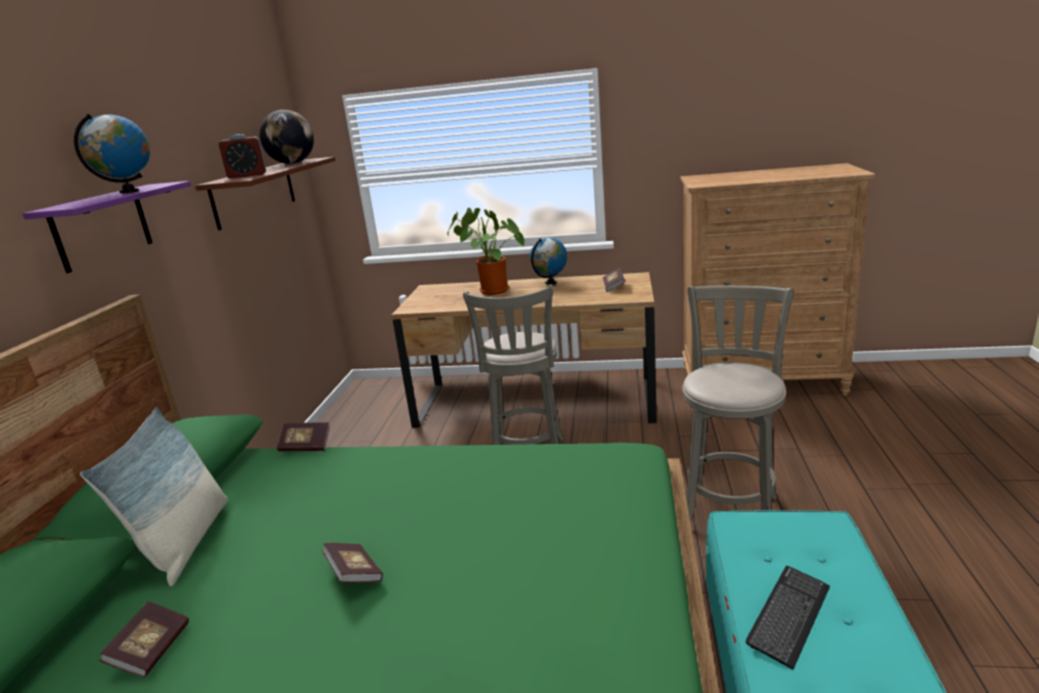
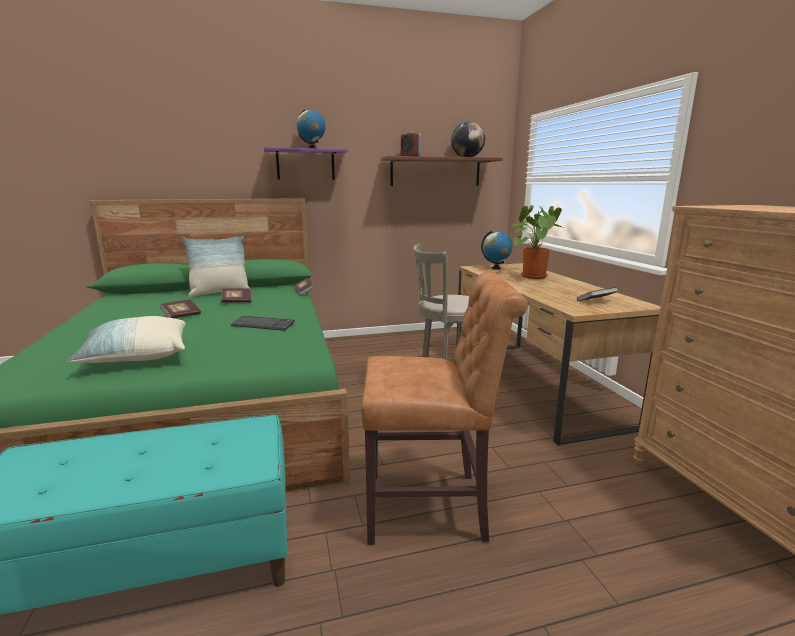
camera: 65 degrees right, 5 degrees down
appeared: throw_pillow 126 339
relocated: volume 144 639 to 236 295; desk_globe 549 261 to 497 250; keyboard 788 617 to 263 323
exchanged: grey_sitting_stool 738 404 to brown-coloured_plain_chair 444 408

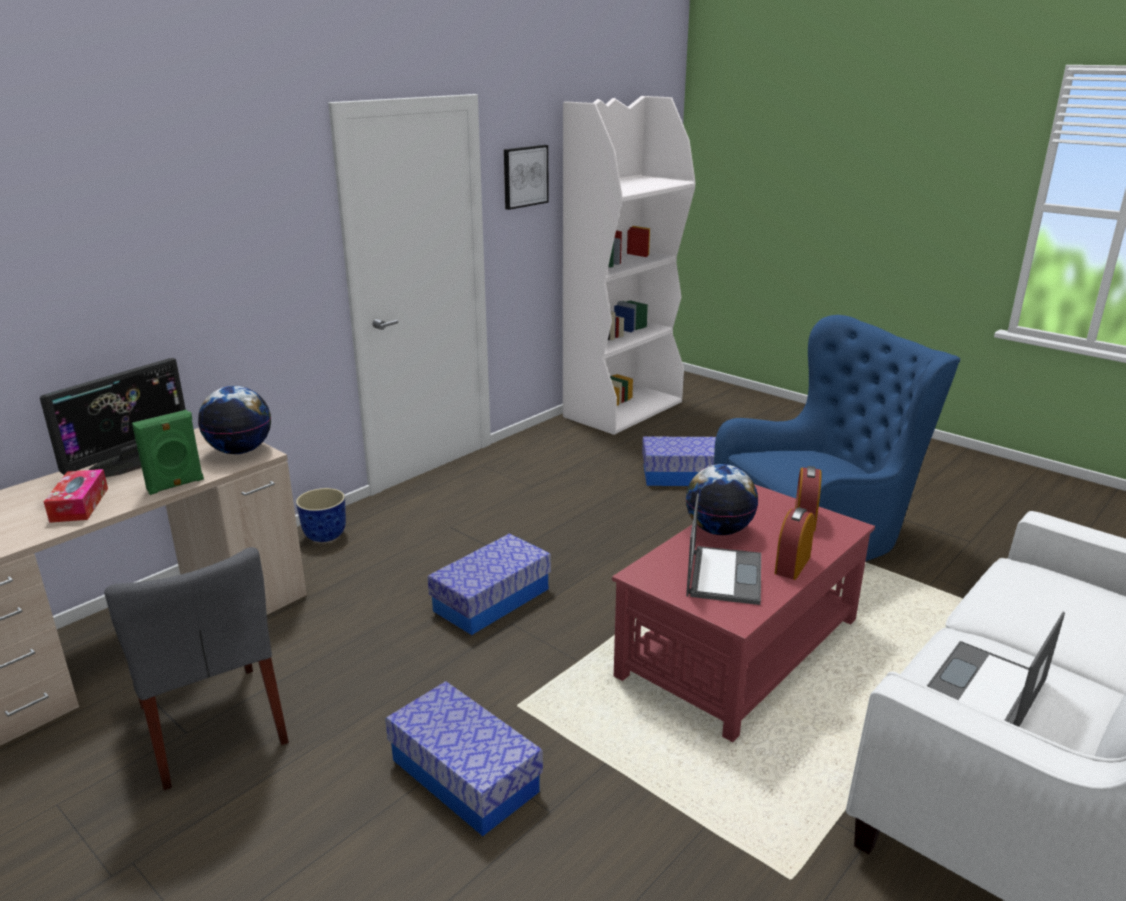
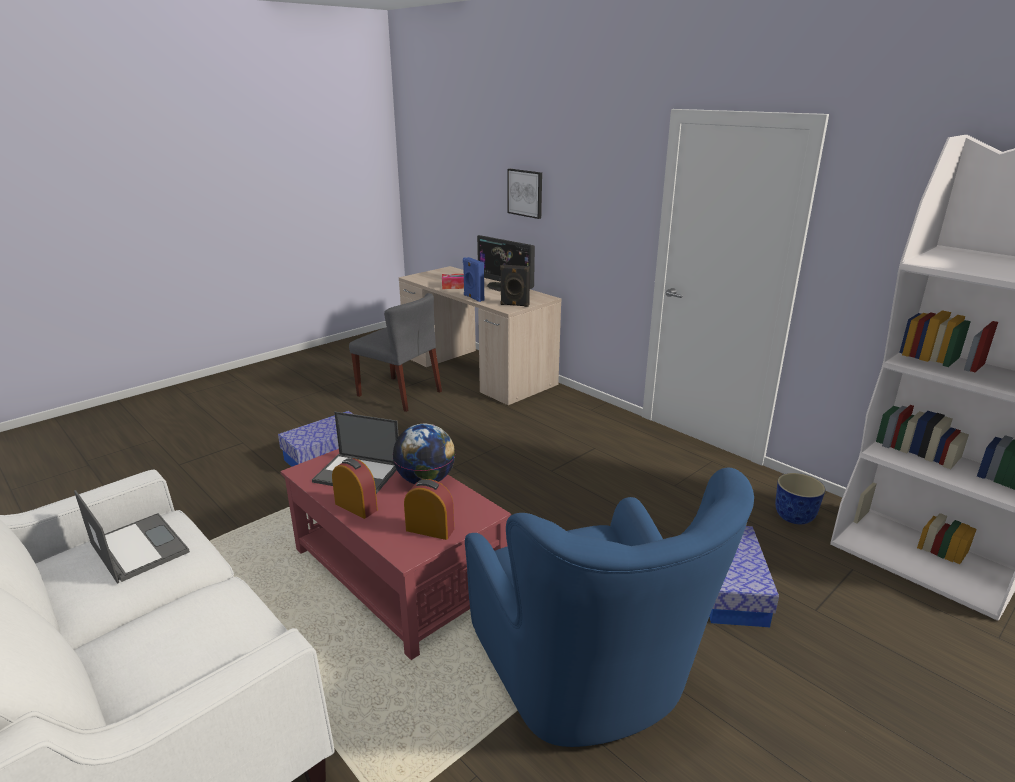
camera: 95 degrees right, 0 degrees up
missing: storage_container 489 584
relocated: flower_pot 321 515 to 800 498; picture 526 177 to 524 194
exchanged: desk_globe 234 420 to blackish_speaker 515 286
colour: green_speaker 168 452 to blue-coloured_speaker 473 279
spun: grey_plain_chair 196 669 = 395 352 120 degrees counterclockwise

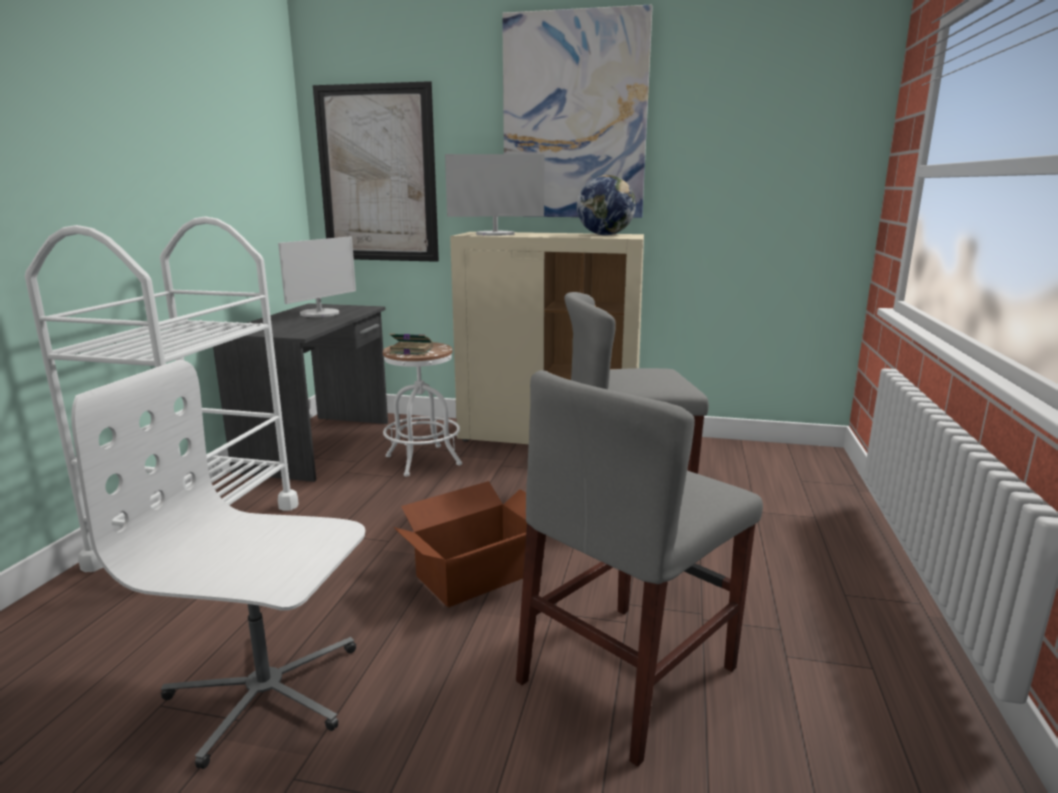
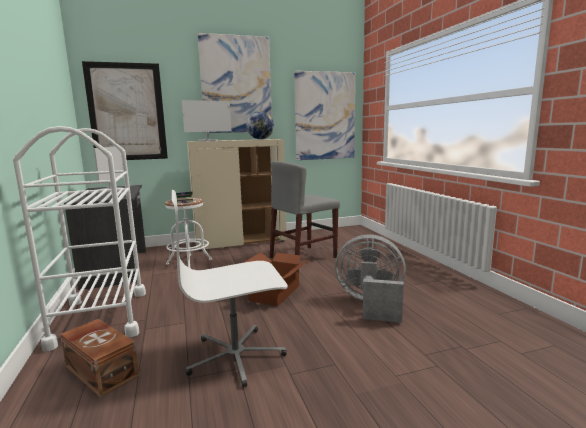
camera: 30 degrees left, 5 degrees down
appeared: brown-coloured_storage_container 99 358; picture 324 115
exchanged: grey_plain_chair 639 568 to grey_fan 370 278

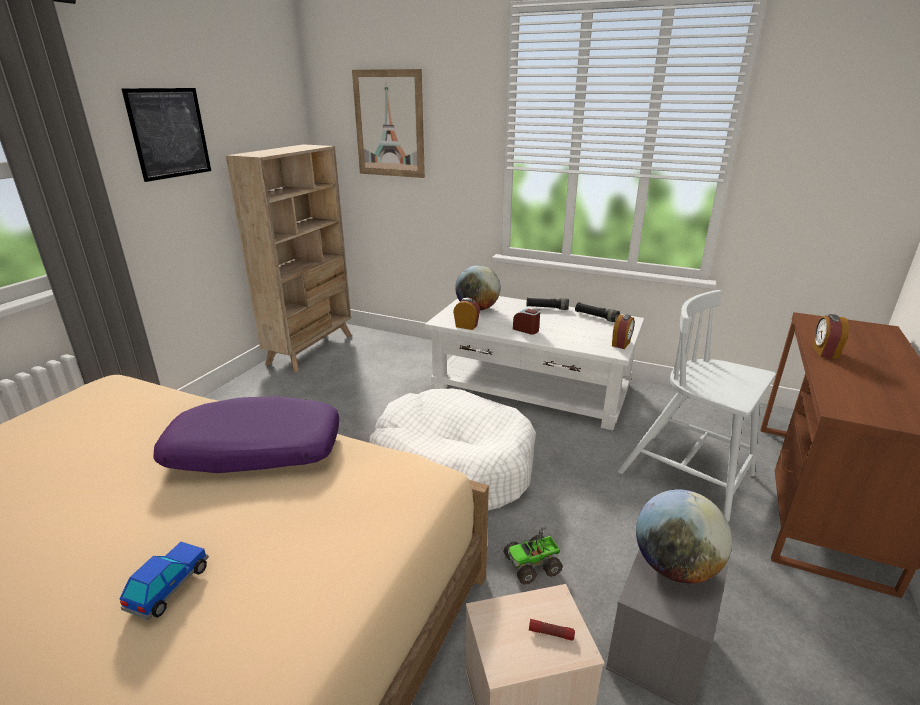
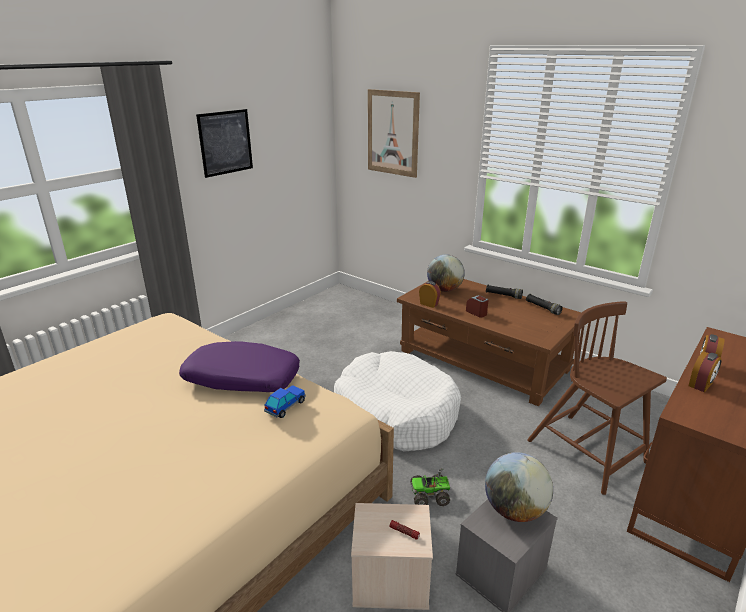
camera: 15 degrees right, 0 degrees up
missing: sand-coloured_shelving_unit 289 258
relocated: miniature_car 164 581 to 285 401; bedside_clock 623 332 to 705 372
colour: whitish_lounge_table 535 363 to brown-coloured_lounge_table 489 342; whitish_plain_chair 697 406 to brown-coloured_plain_chair 597 398

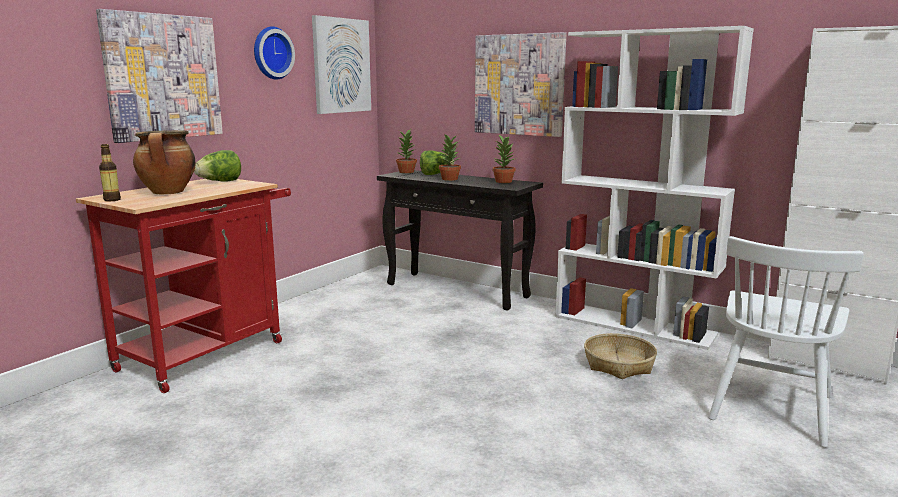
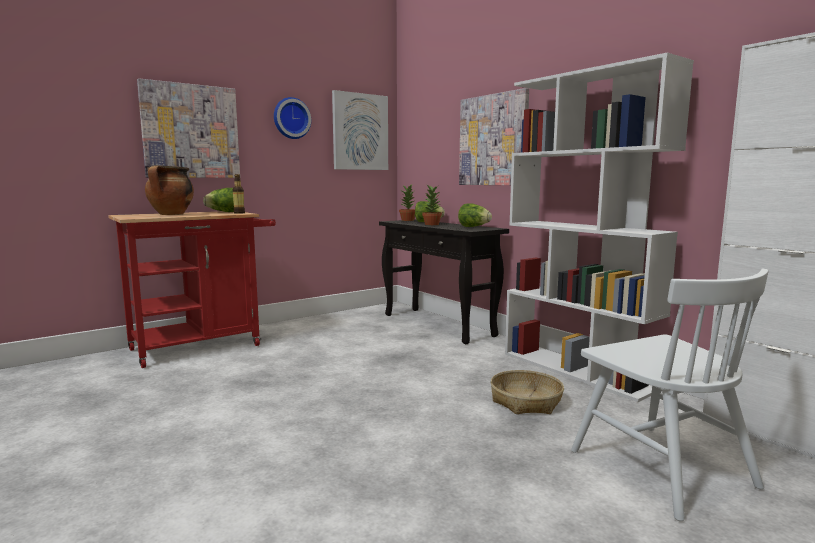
camera: 20 degrees right, 5 degrees down
relocated: beverage_bottle 110 172 to 239 194
exchanged: potted_plant 505 159 to lettuce 475 215
spun: whitish_plain_chair 786 342 = 669 395 75 degrees counterclockwise

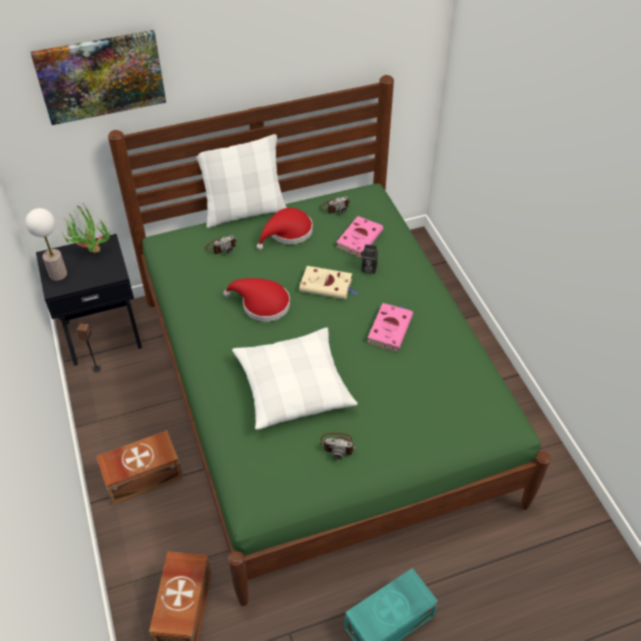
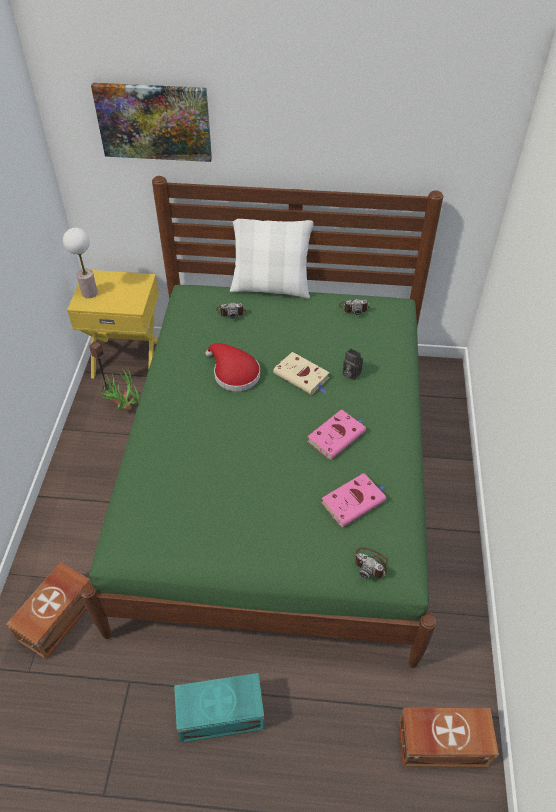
camera: 25 degrees right, 0 degrees up
missing: whitish_throw_pillow 295 378; red_wearable_hat 285 229
relocated: potted_plant 86 229 to 118 388; brown-coloured_storage_container 139 467 to 448 737; still_camera 338 446 to 370 563; pink_volume 359 236 to 353 500
colour: blackish_bedside_table 89 300 to yellowish_bedside_table 113 324

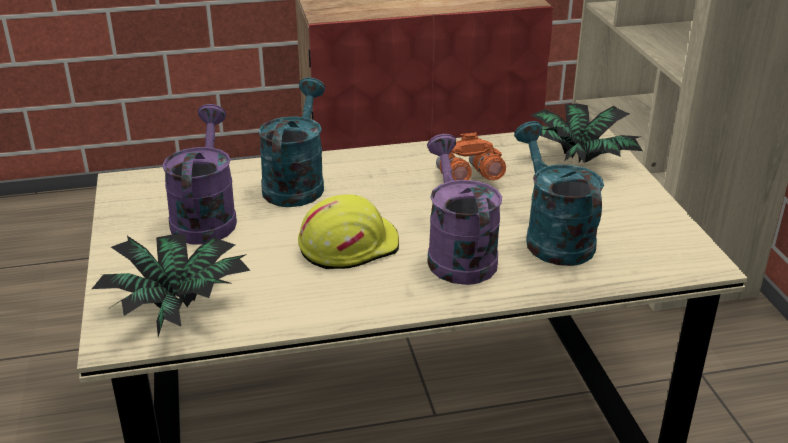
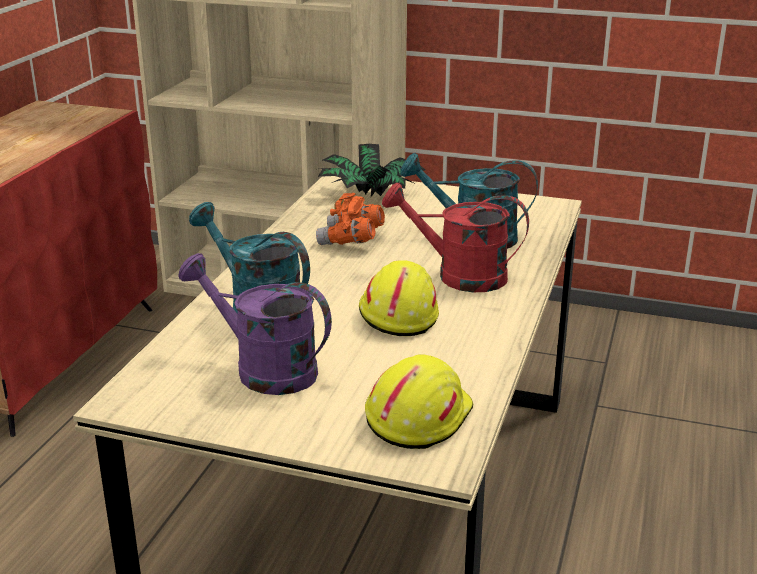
camera: 60 degrees left, 5 degrees down
exchanged: potted_plant 171 285 to yellowish_work_helmet 419 401
colour: purplish_watering_can 464 209 to red_watering_can 455 237

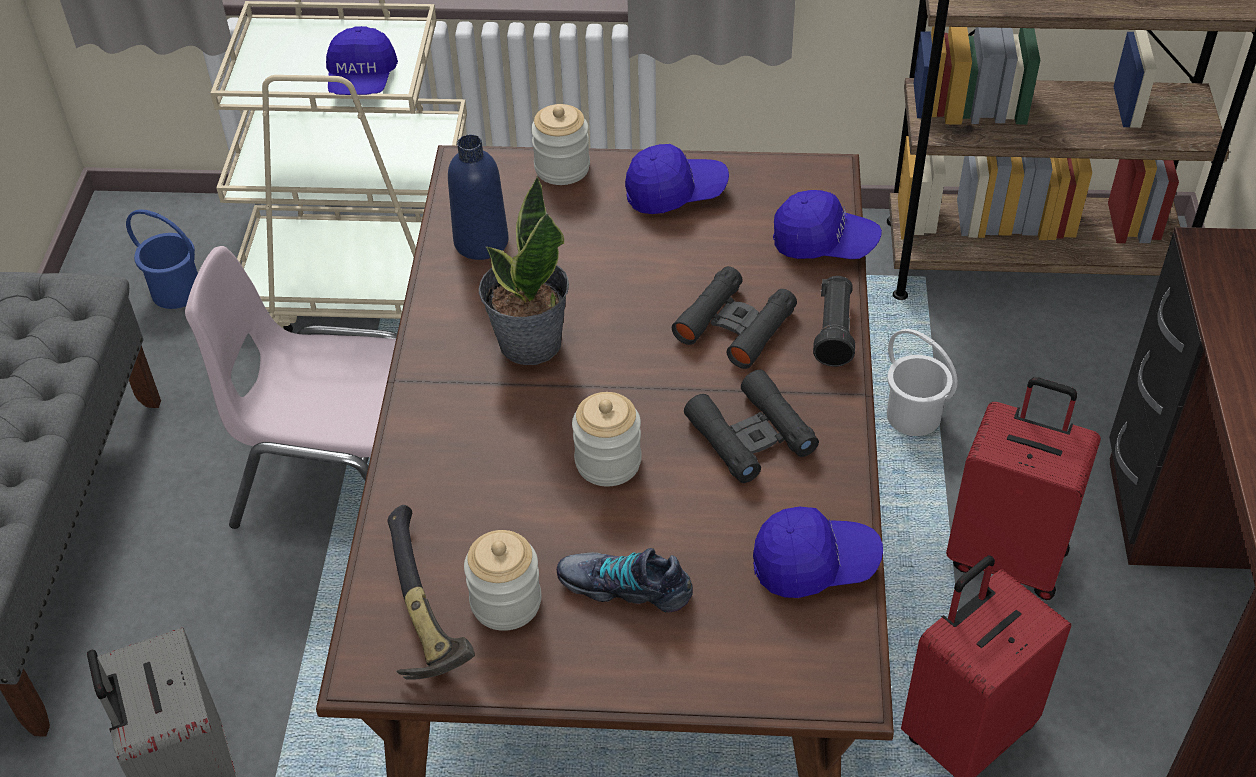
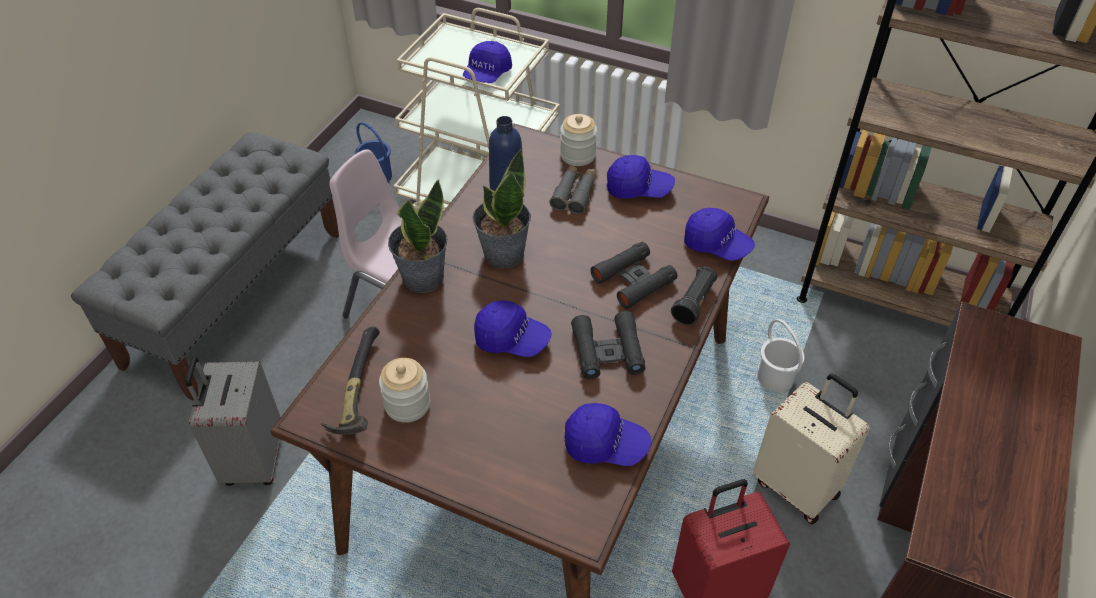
camera: 20 degrees right, 0 degrees up
missing: item_of_footwear 625 580
appeared: potted_plant 417 236; grey_field_glasses 572 189
exchanged: jar 606 439 to blue-coloured_baseball_cap 512 328
colour: red_suitcase 1023 488 to sand-coloured_suitcase 811 449

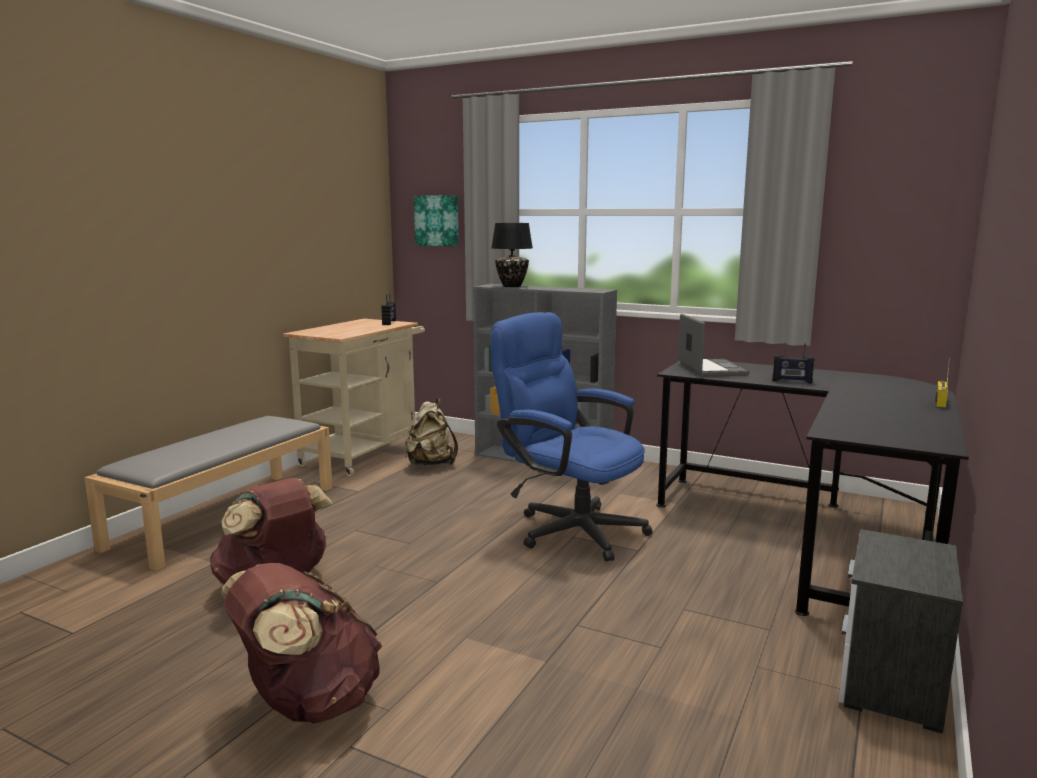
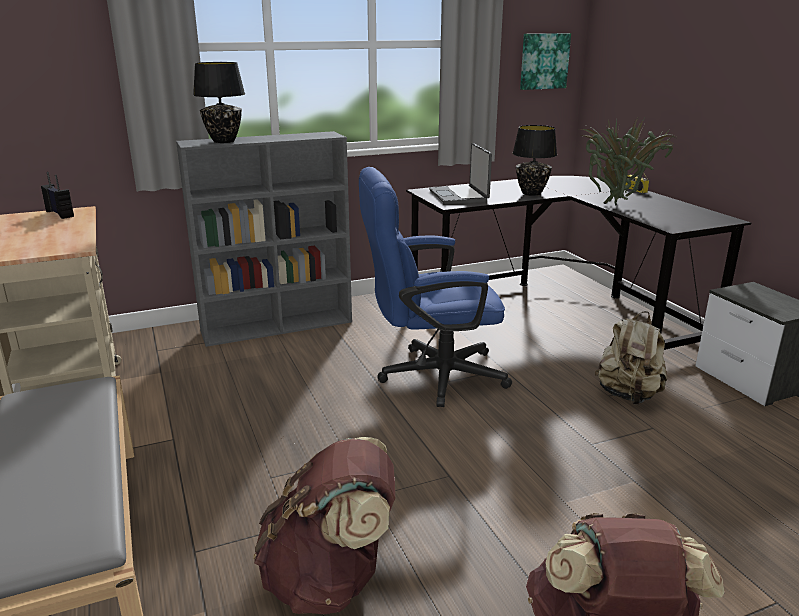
camera: 50 degrees left, 10 degrees up
appeared: potted_plant 628 160
relocated: sand-coloured_rucksack 431 431 to 631 357; picture 436 220 to 545 61
exchanged: radio 793 363 to blackish_table_lamp 534 160
spun: notebook_computer 714 345 = 460 174 135 degrees counterclockwise

